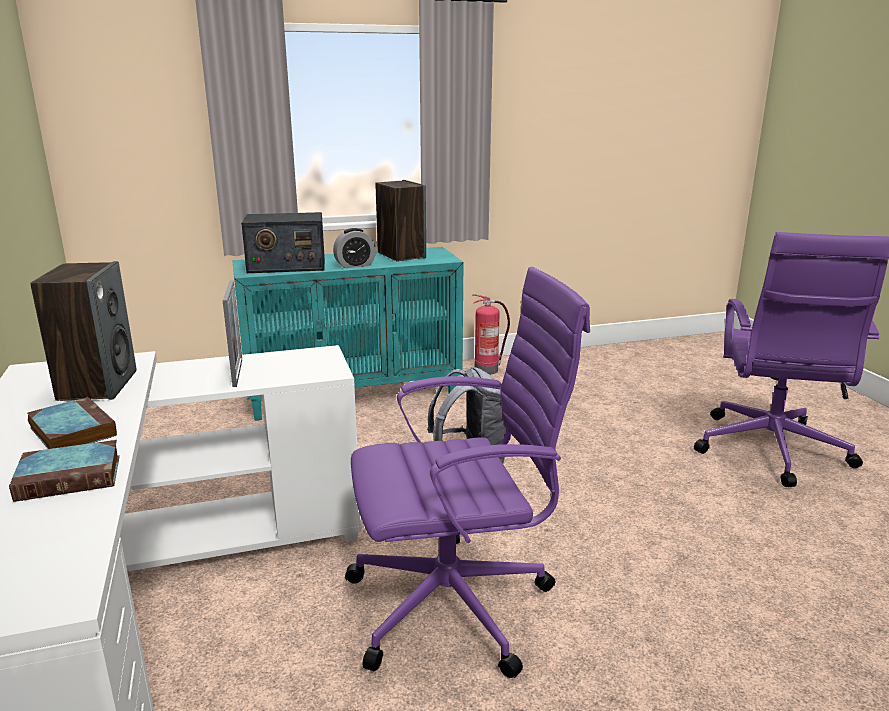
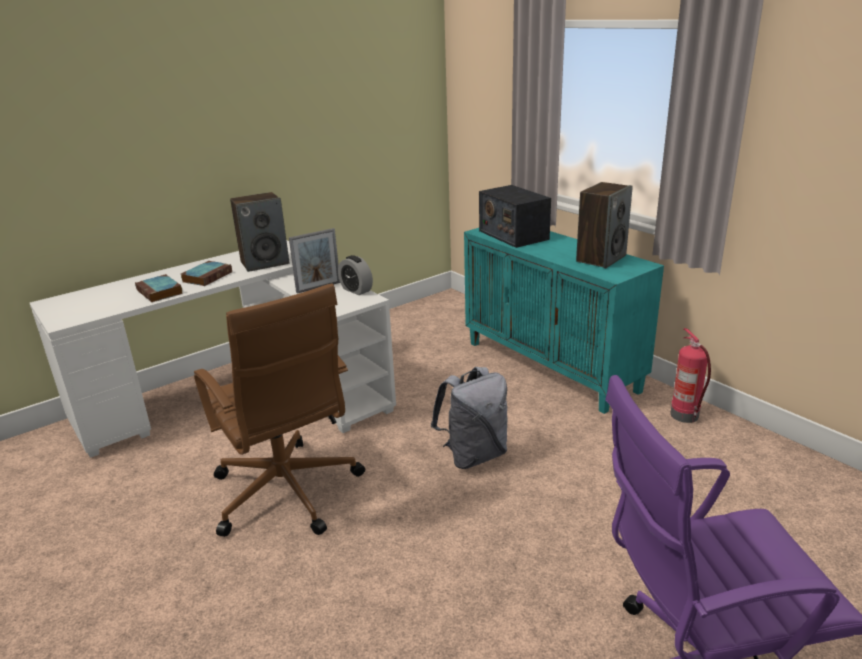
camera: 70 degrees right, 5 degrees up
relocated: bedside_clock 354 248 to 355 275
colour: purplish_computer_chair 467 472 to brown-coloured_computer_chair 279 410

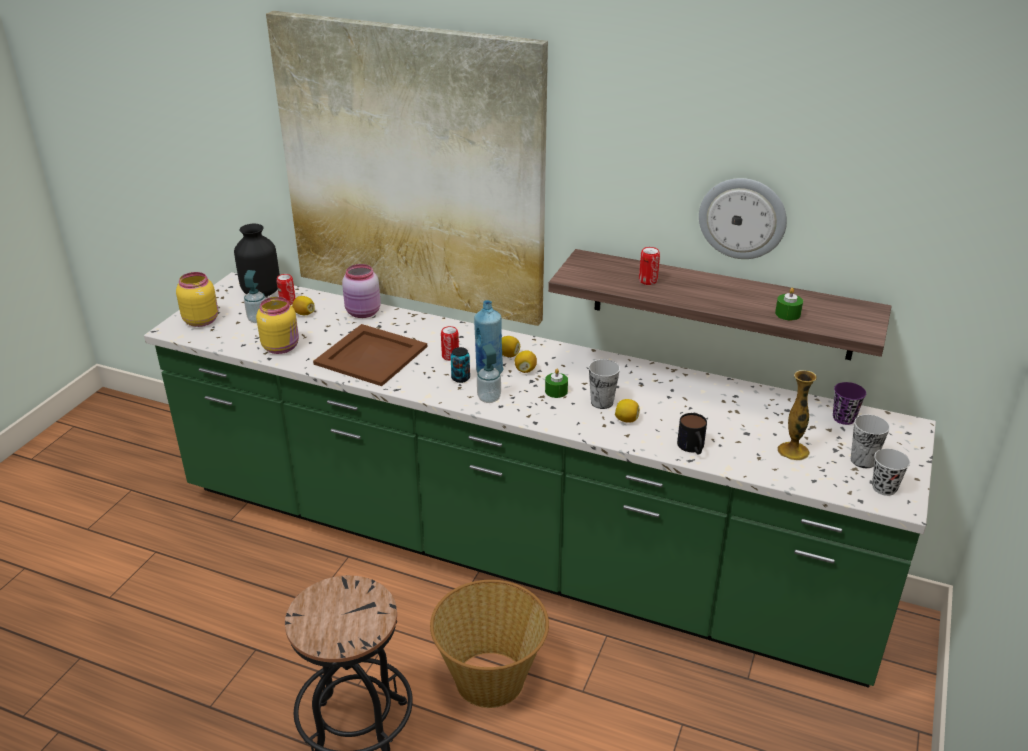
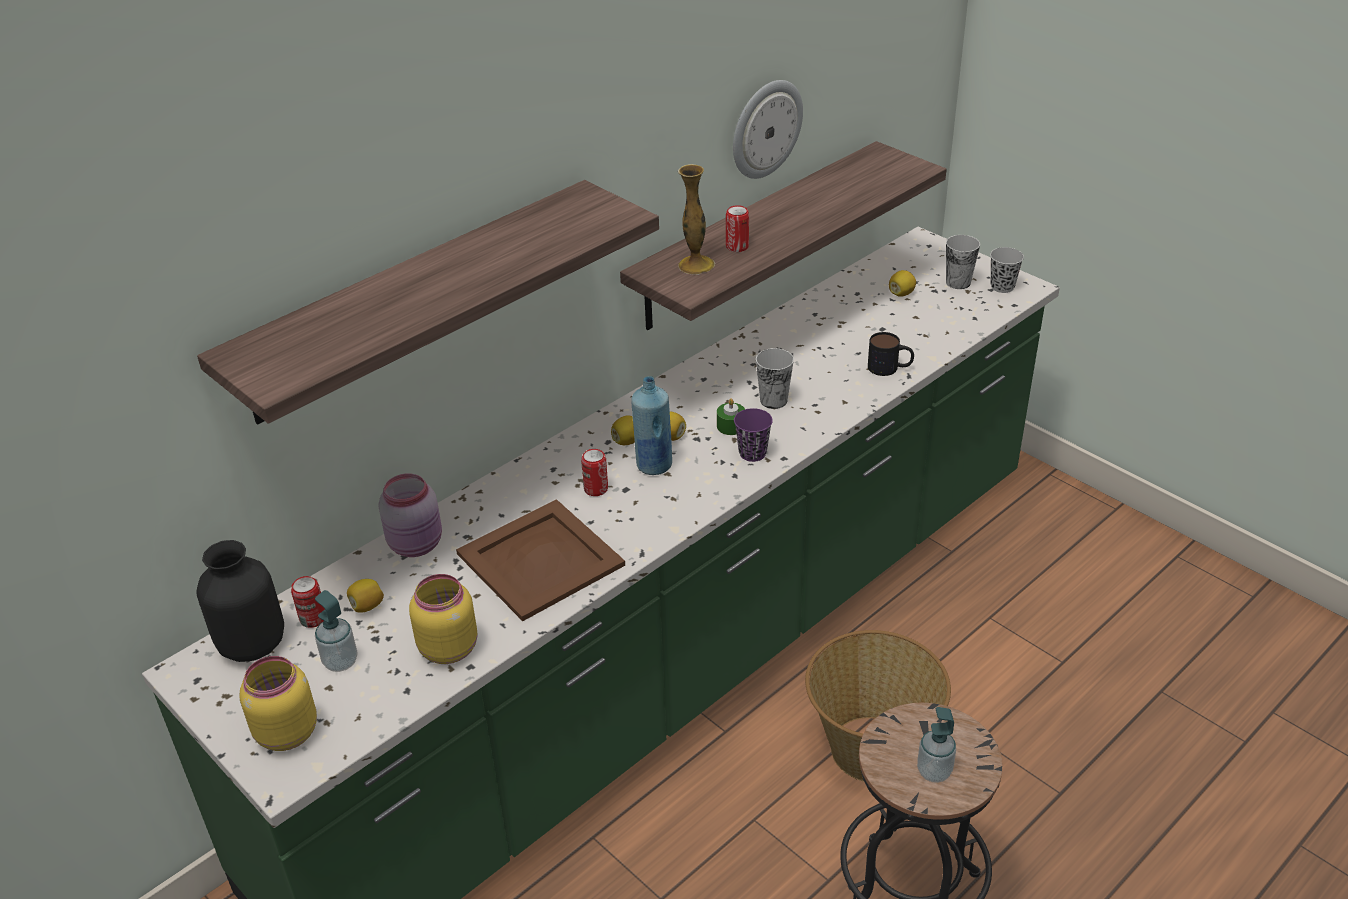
camera: 65 degrees left, 5 degrees up
missing: can 460 365; green_candle 789 304
relocated: soap_dispenser 489 373 to 936 745; lemon 627 411 to 902 283; decorative_vase 797 415 to 696 219; purplish_drinking_cup 849 403 to 753 435
exchanged: picture 407 168 to shelf 428 302

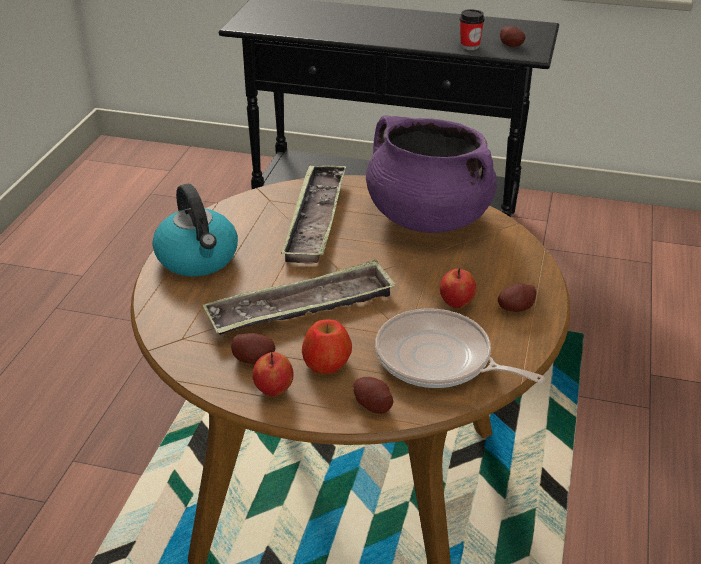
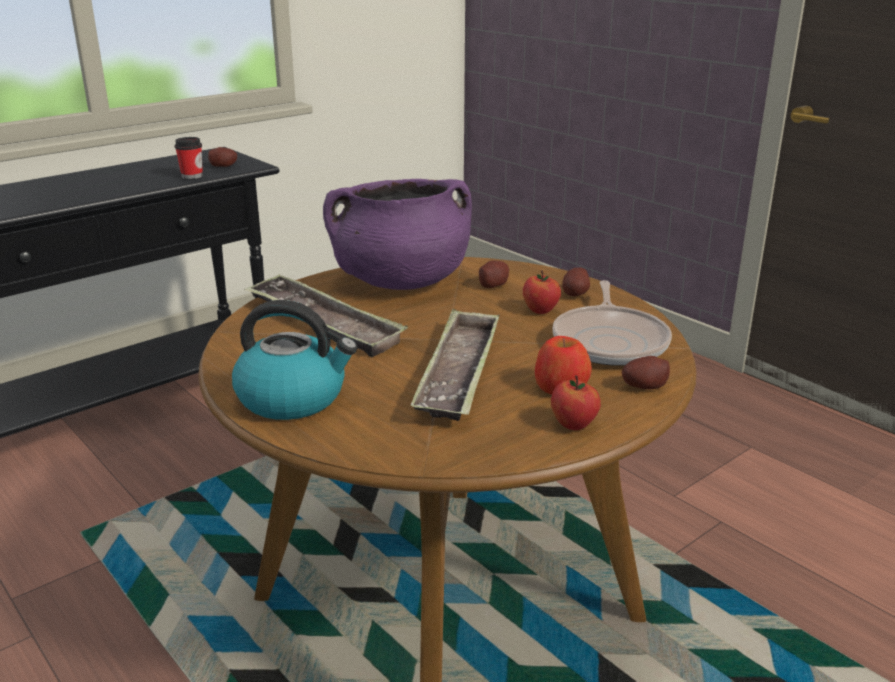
camera: 55 degrees left, 10 degrees down
relocated: spud 253 349 to 494 274
spun: pan 459 348 = 612 323 60 degrees counterclockwise

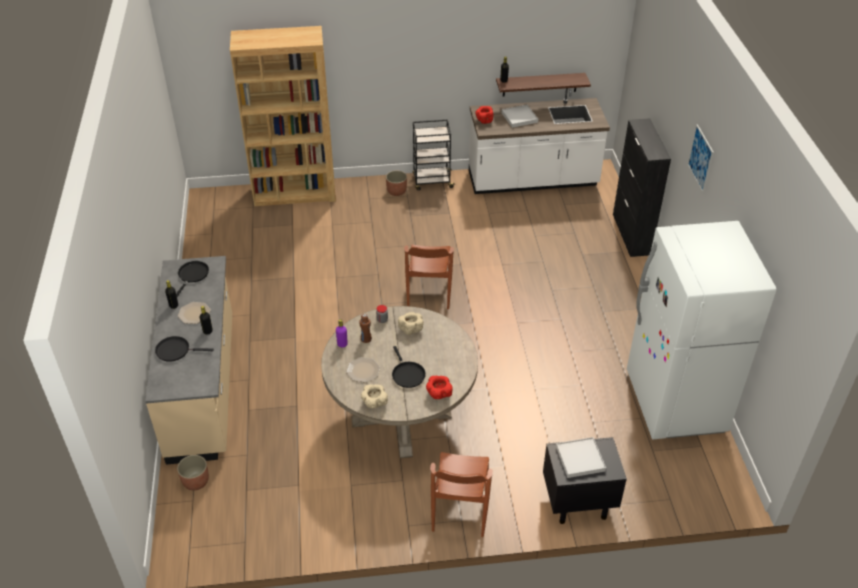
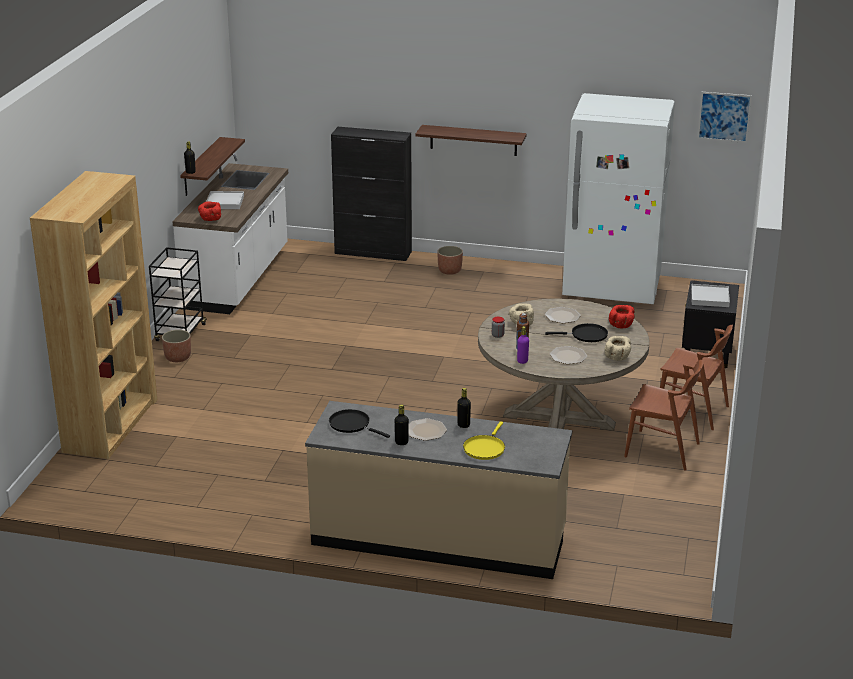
camera: 70 degrees left, 15 degrees down
appeared: shelf 471 140; plate 563 315
relocated: flower_pot 193 472 to 450 260; brown-coloured_plain_chair 429 277 to 663 414; picture 700 158 to 724 117
colour: blackish_pan 184 349 to yellowish_pan 484 440

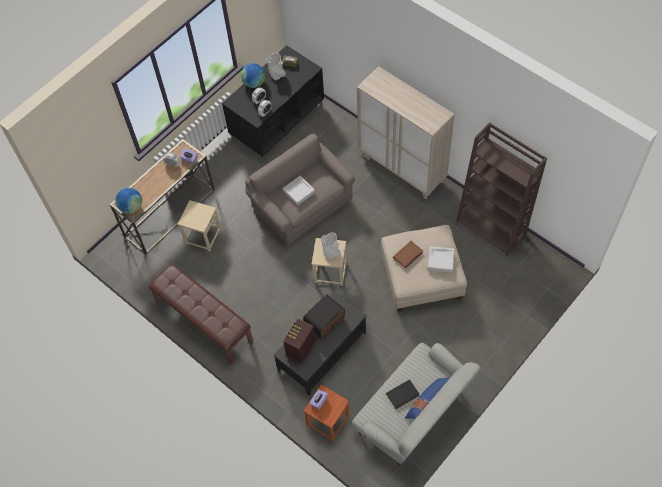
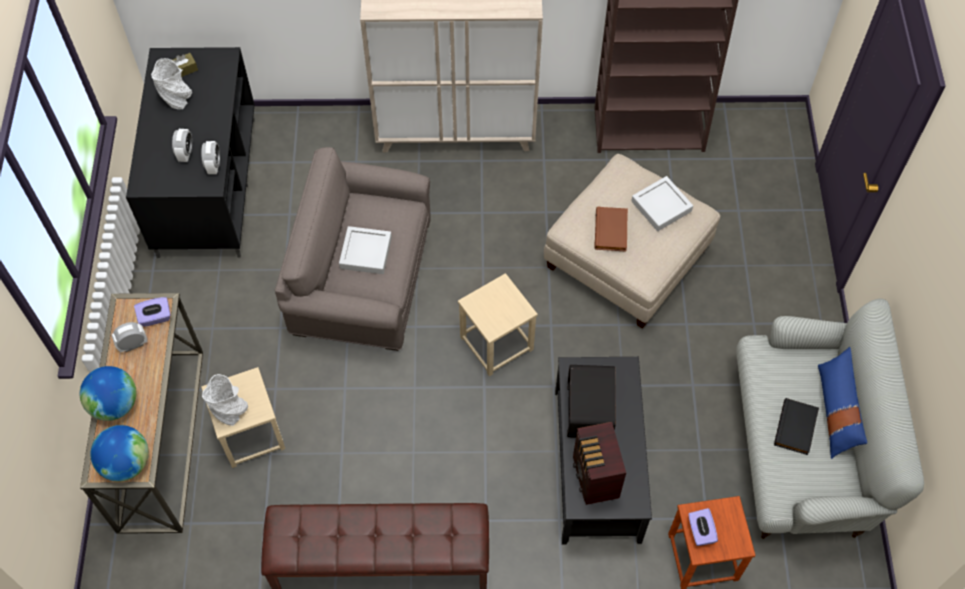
camera: 45 degrees left, 0 degrees up
relocated: desk_globe 253 75 to 108 393; grey_decorative_vase 331 245 to 225 400

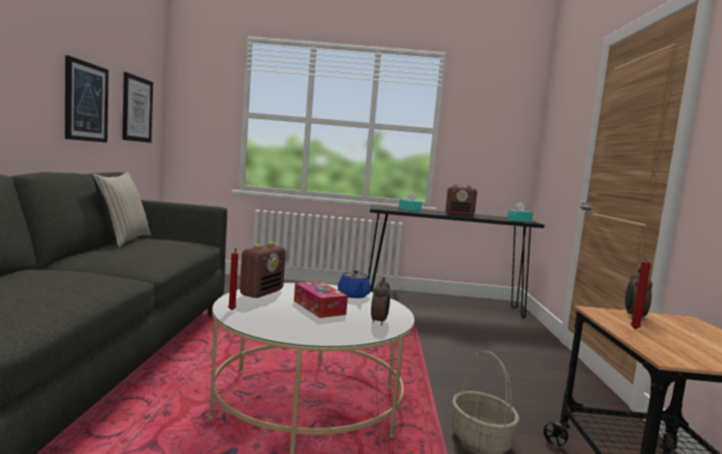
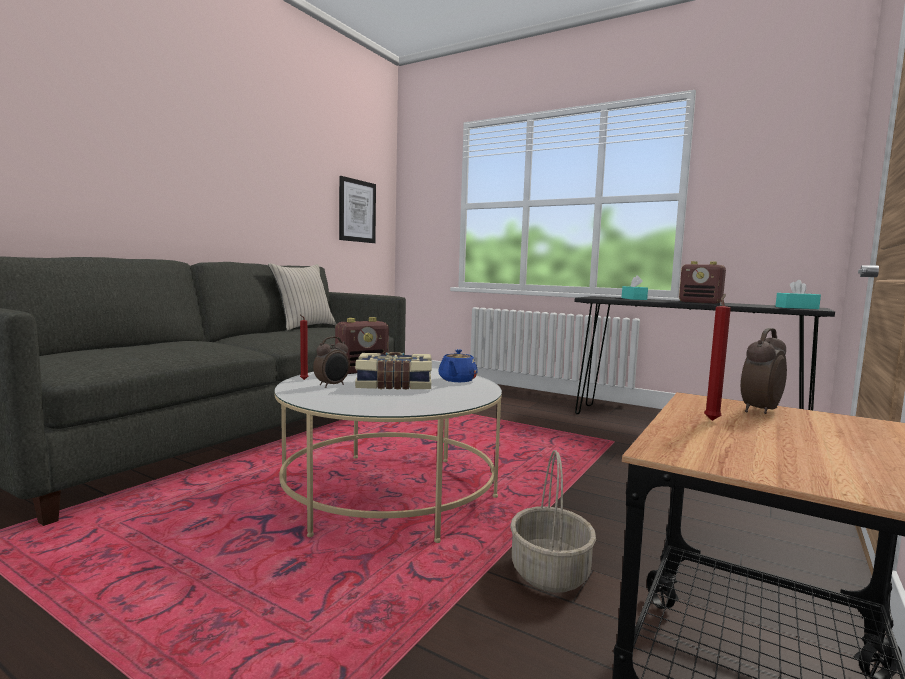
camera: 30 degrees right, 0 degrees up
missing: picture 87 99
relocated: bedside_clock 380 301 to 331 362
exchanged: tissue_box 321 299 to volume 393 371

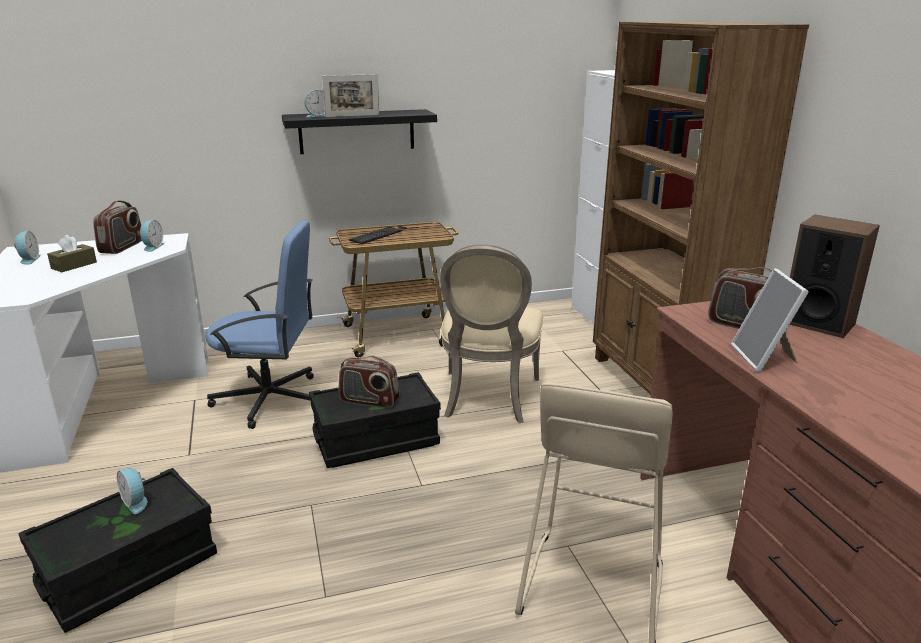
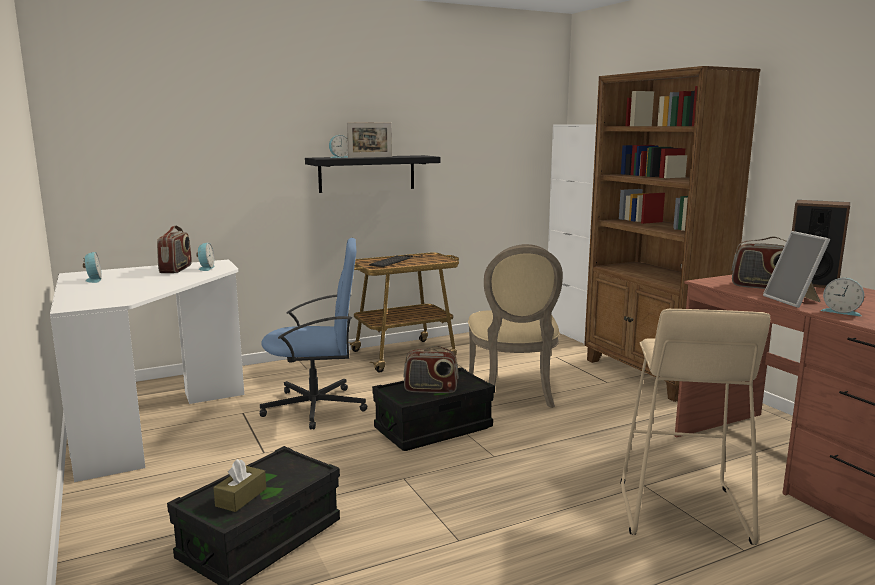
camera: 10 degrees left, 10 degrees down
relocated: brown-coloured_tissue_box 72 253 to 239 485; bedside_clock 132 491 to 842 297

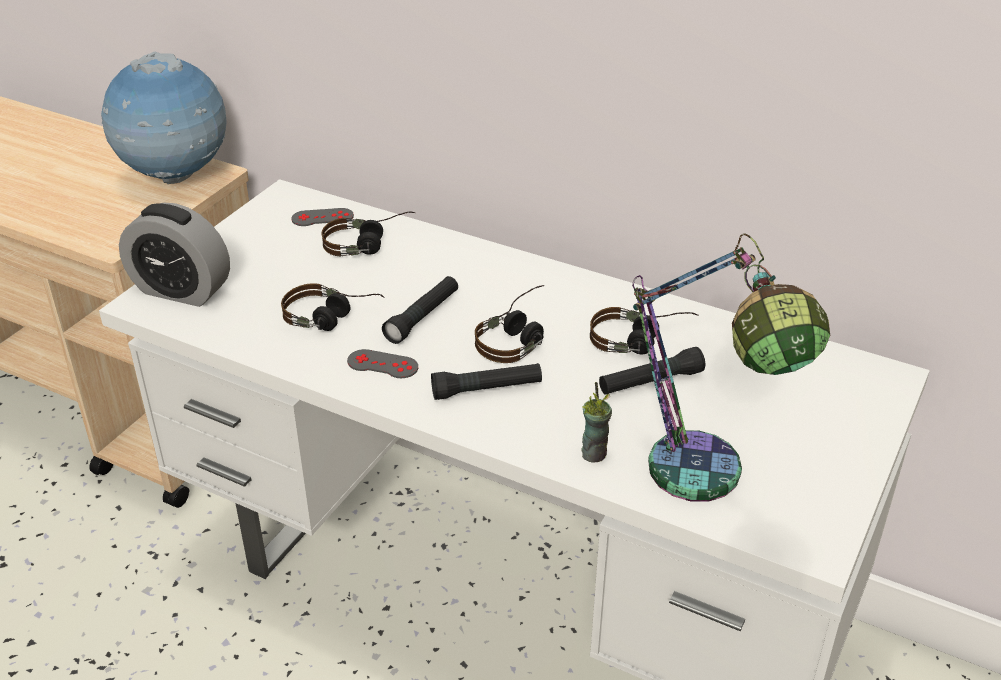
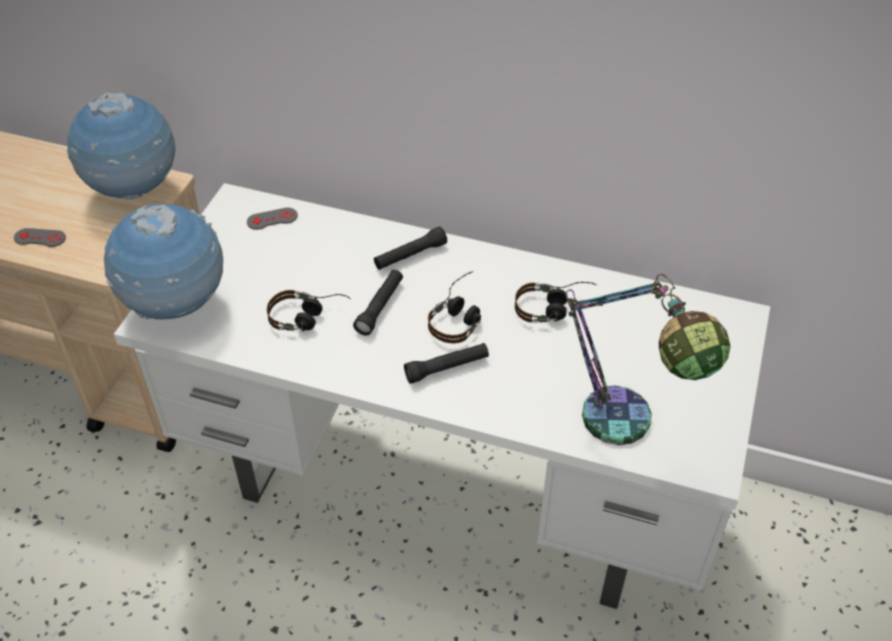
camera: 10 degrees left, 10 degrees up
missing: headphones 368 233; drinking_cup 597 422
relocated: grey_joypad 382 363 to 40 237; blackish_torch 652 371 to 410 248
exchanged: bedside_clock 174 255 to desk_globe 163 262

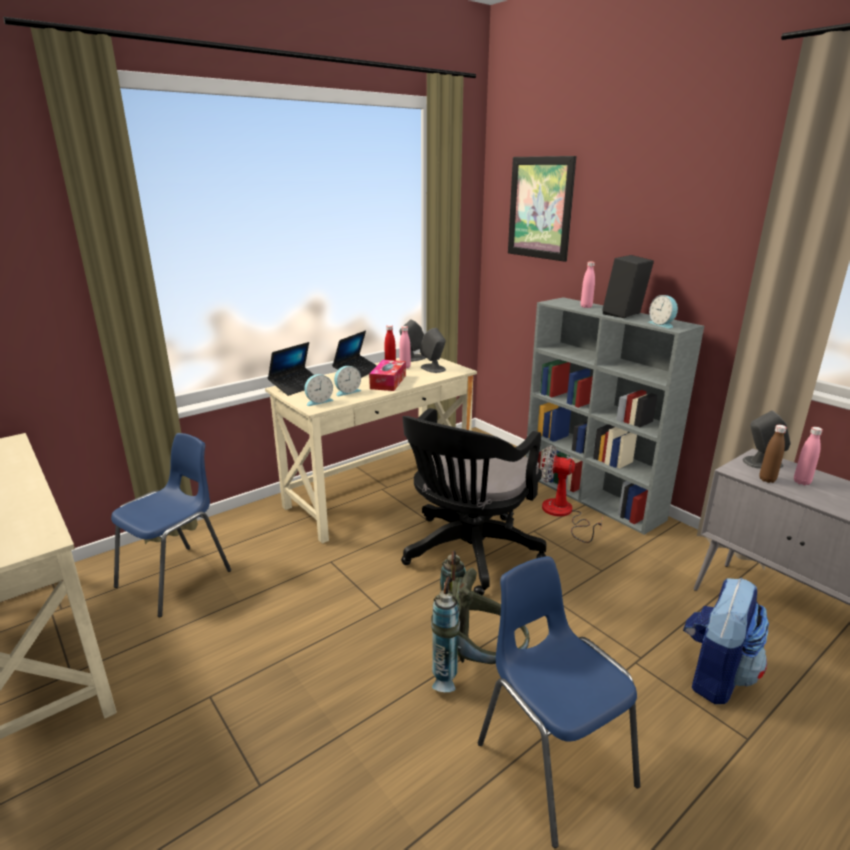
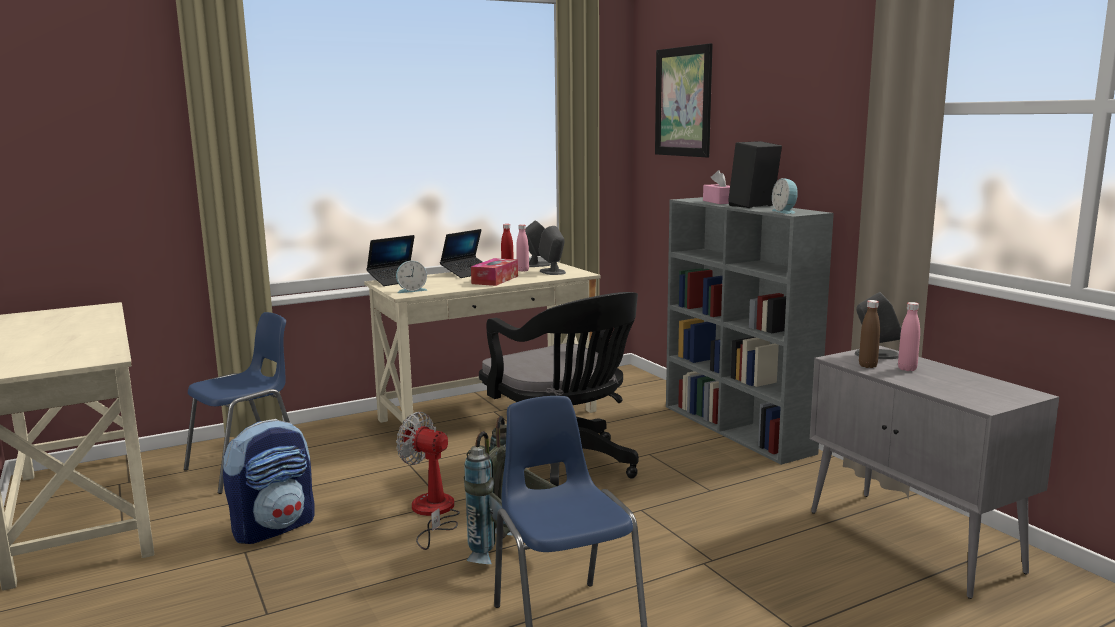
camera: 10 degrees right, 10 degrees down
missing: bedside_clock 347 381
relocated: fan 572 494 to 428 481; rucksack 726 641 to 269 481
exchanged: pink_beverage_bottle 588 284 to pink_tissue_box 716 187
spun: blackish_computer_chair 473 502 = 559 389 75 degrees counterclockwise

